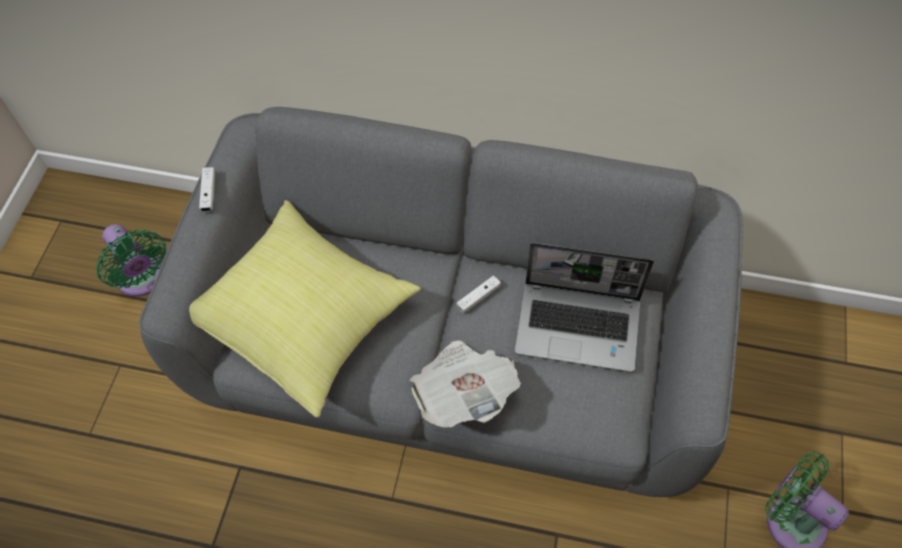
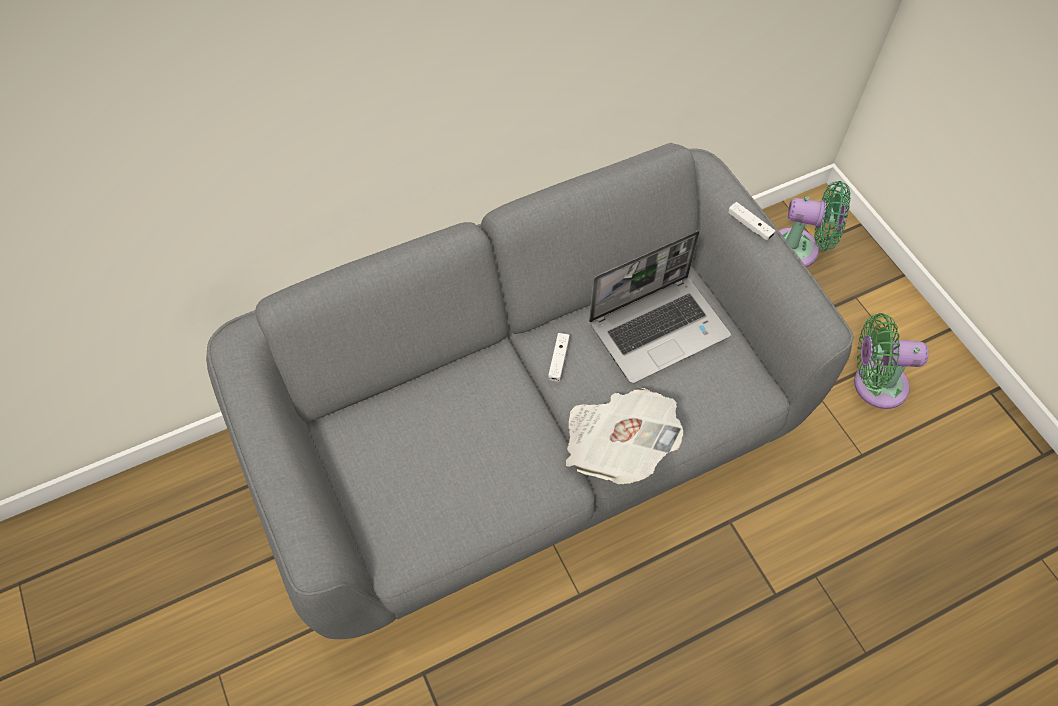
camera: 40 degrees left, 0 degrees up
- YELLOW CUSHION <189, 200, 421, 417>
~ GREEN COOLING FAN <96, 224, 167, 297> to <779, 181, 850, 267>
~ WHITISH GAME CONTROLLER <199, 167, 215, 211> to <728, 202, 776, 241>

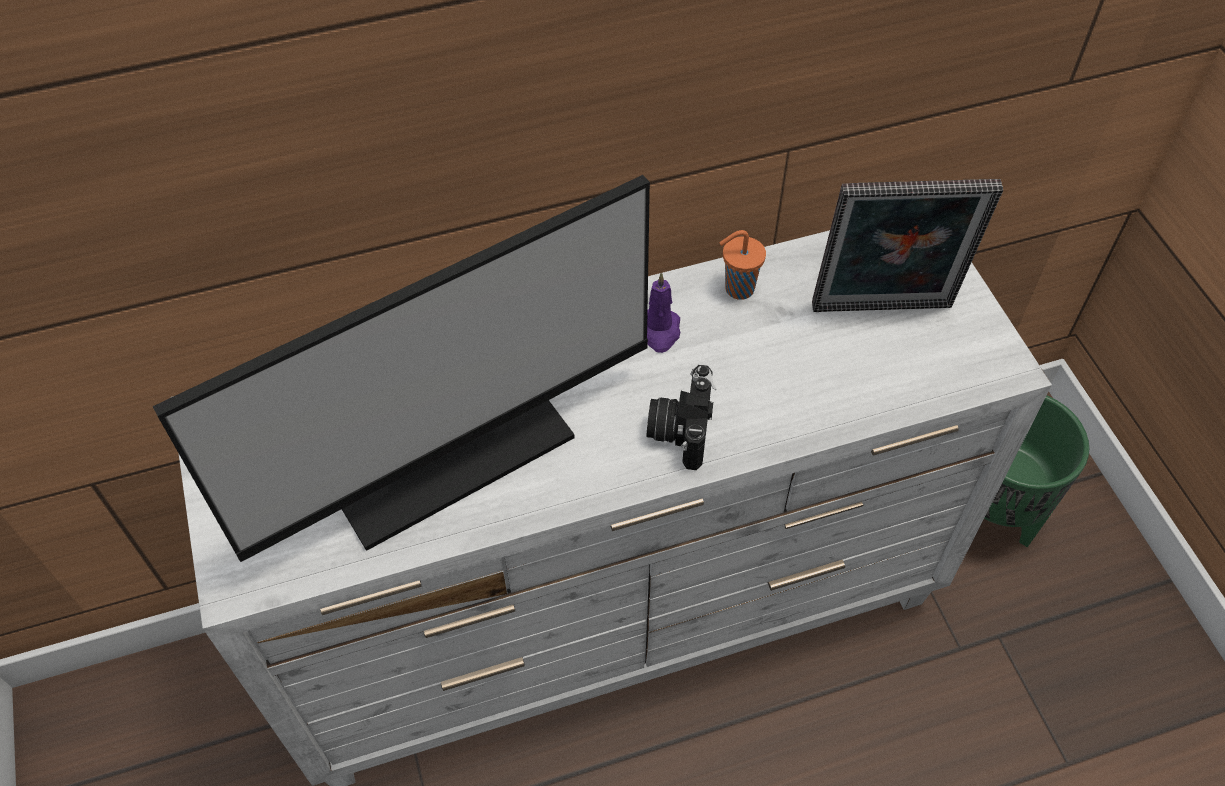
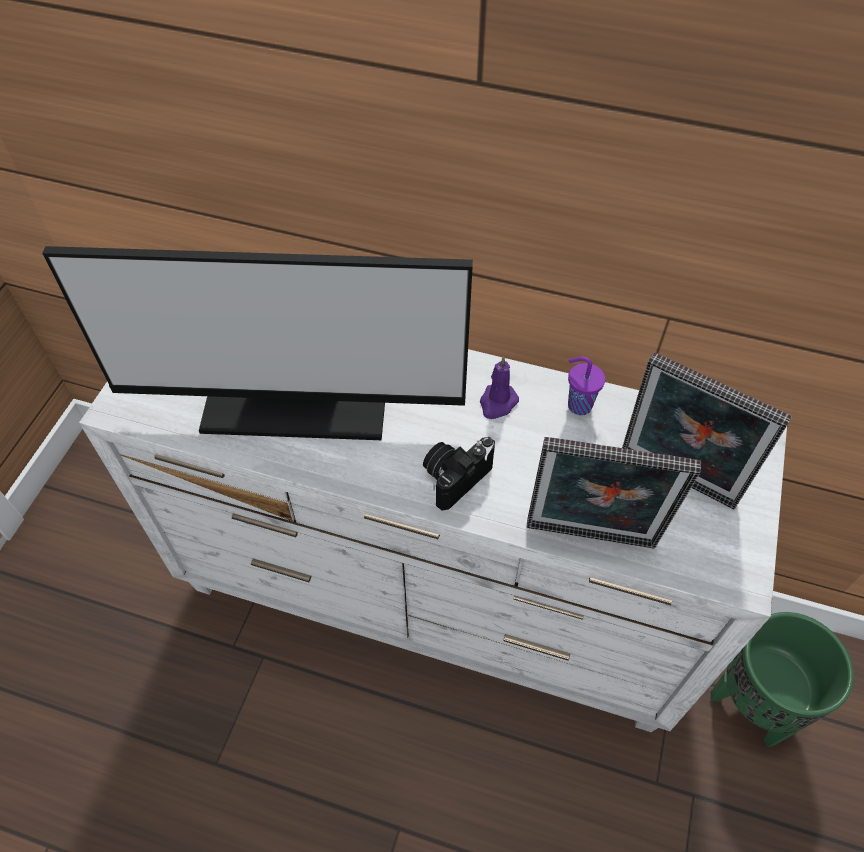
camera: 35 degrees right, 0 degrees up
+ PHOTO FRAME <527, 437, 701, 548>
~ ORANGE CUP <720, 230, 766, 300> to PURPLISH CUP <568, 357, 605, 415>

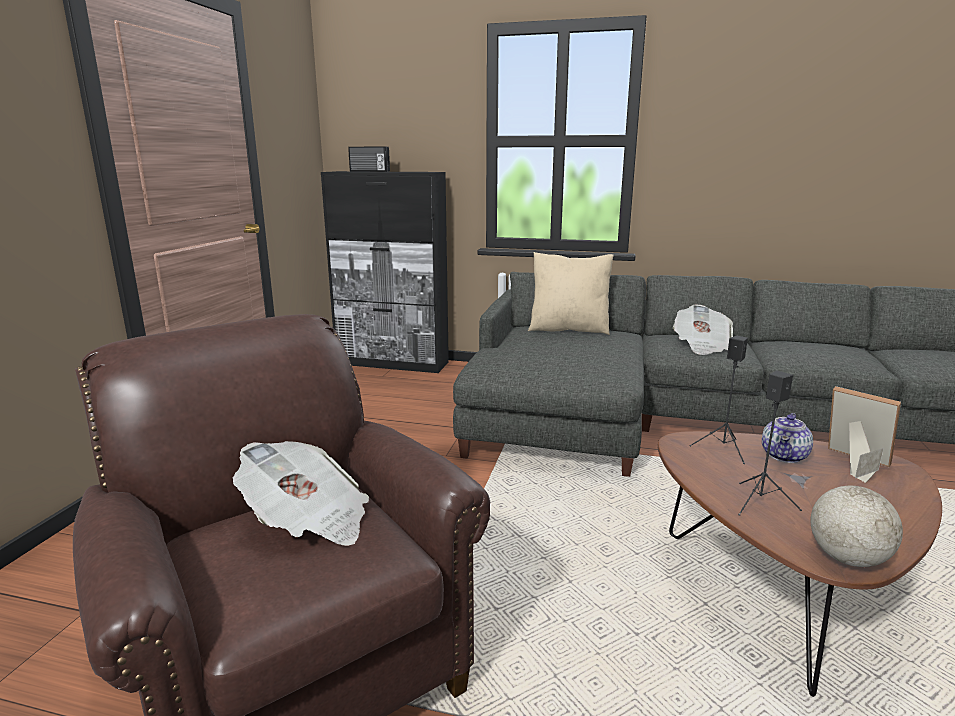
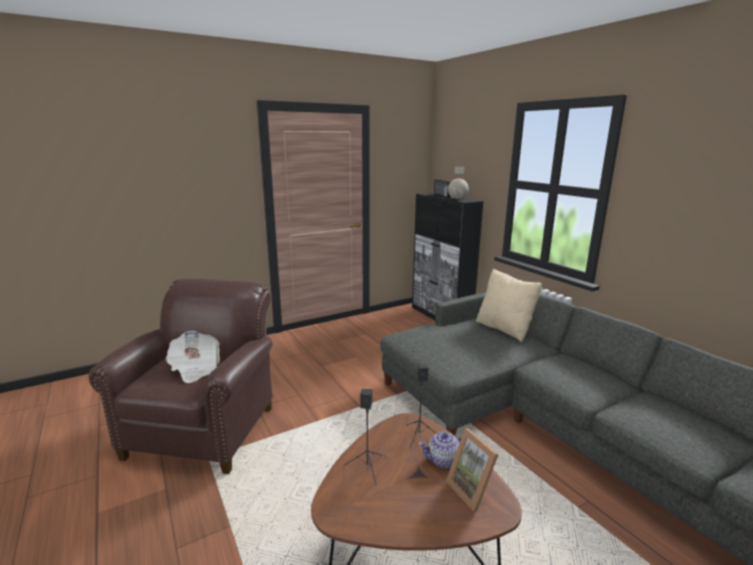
camera: 45 degrees right, 0 degrees up
- NEWSPAPER <673, 304, 733, 355>
~ DESK GLOBE <810, 448, 903, 567> to <448, 167, 469, 199>
~ PHOTO FRAME <828, 386, 901, 483> = <446, 428, 499, 511> 150 degrees clockwise

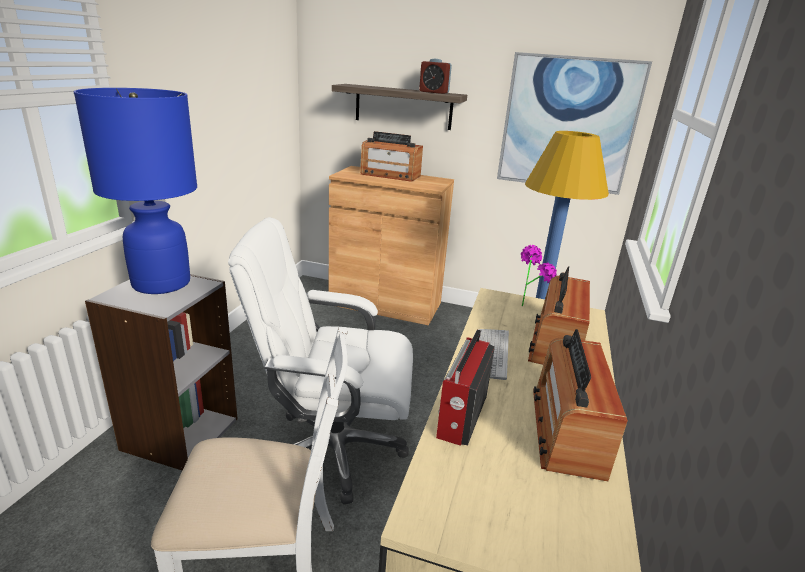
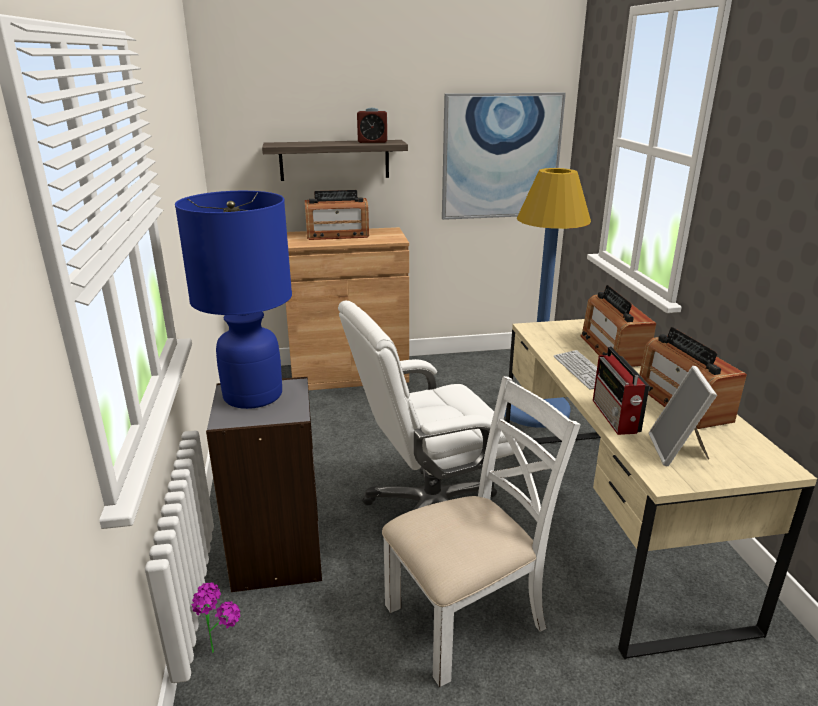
camera: 25 degrees left, 0 degrees up
+ PHOTO FRAME <649, 366, 717, 467>
~ PLANT IN A POT <521, 245, 557, 306> to <191, 582, 241, 653>

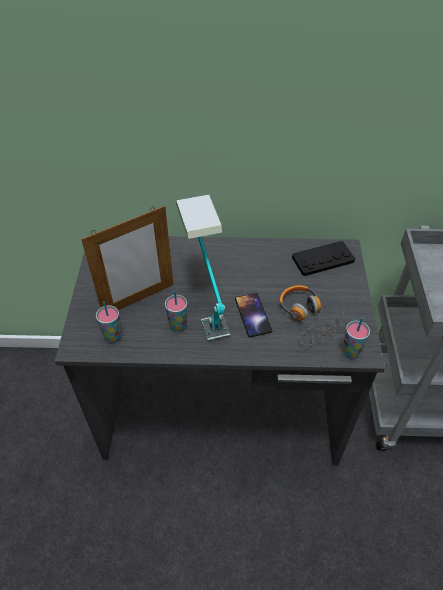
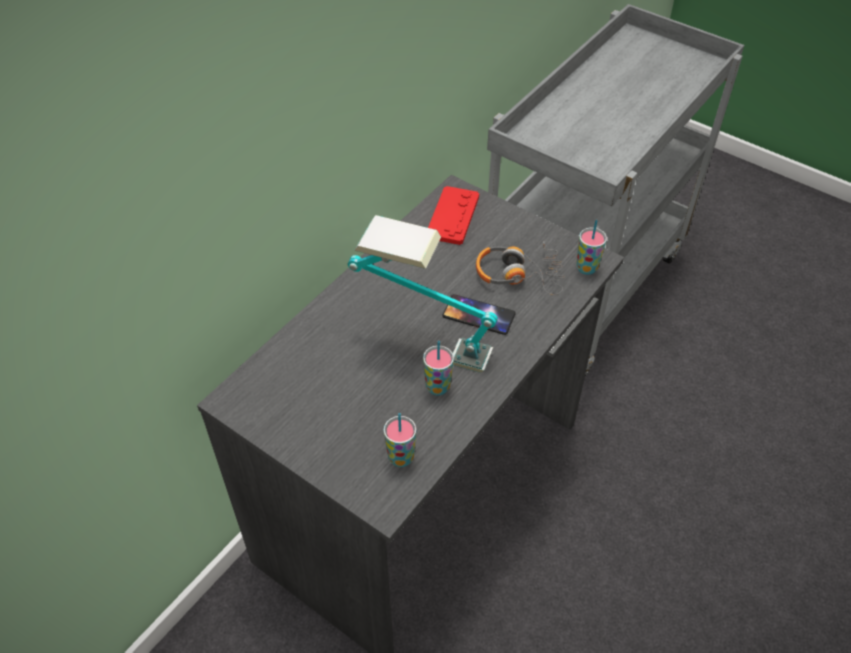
camera: 55 degrees left, 0 degrees up
- PHOTO FRAME <81, 205, 174, 310>
~ BLACK GAME CONTROLLER <292, 241, 355, 276> to RED GAME CONTROLLER <428, 186, 479, 245>

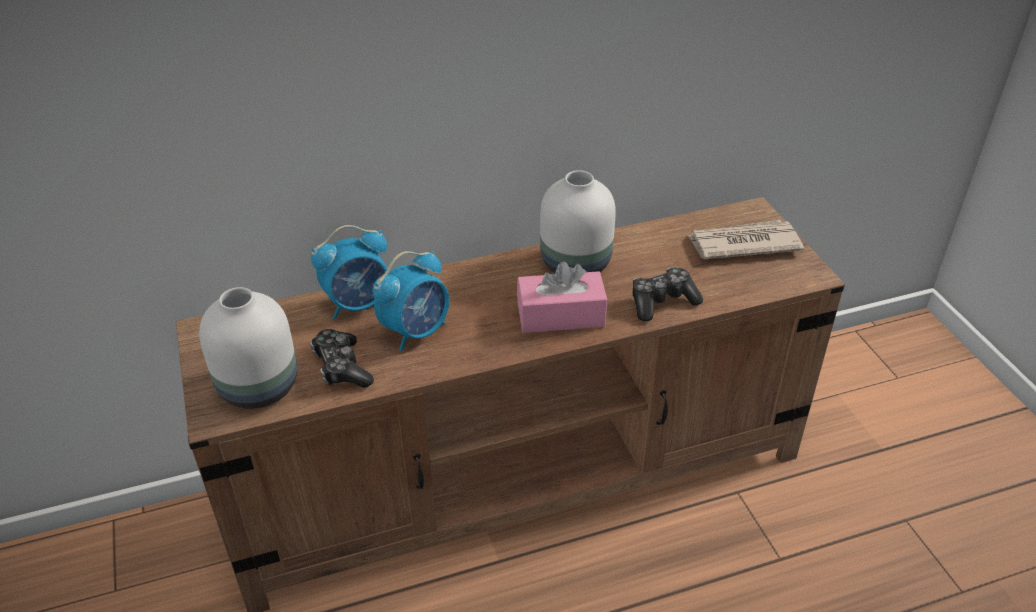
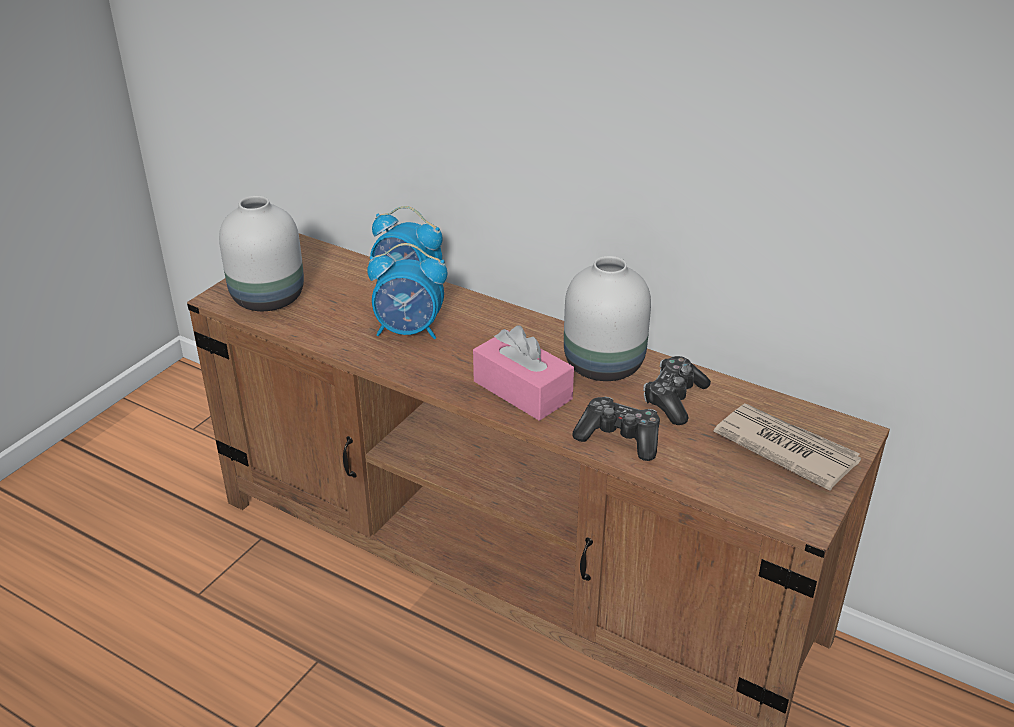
camera: 50 degrees right, 5 degrees down
~ GAME CONTROLLER <310, 329, 374, 388> to <643, 356, 711, 425>

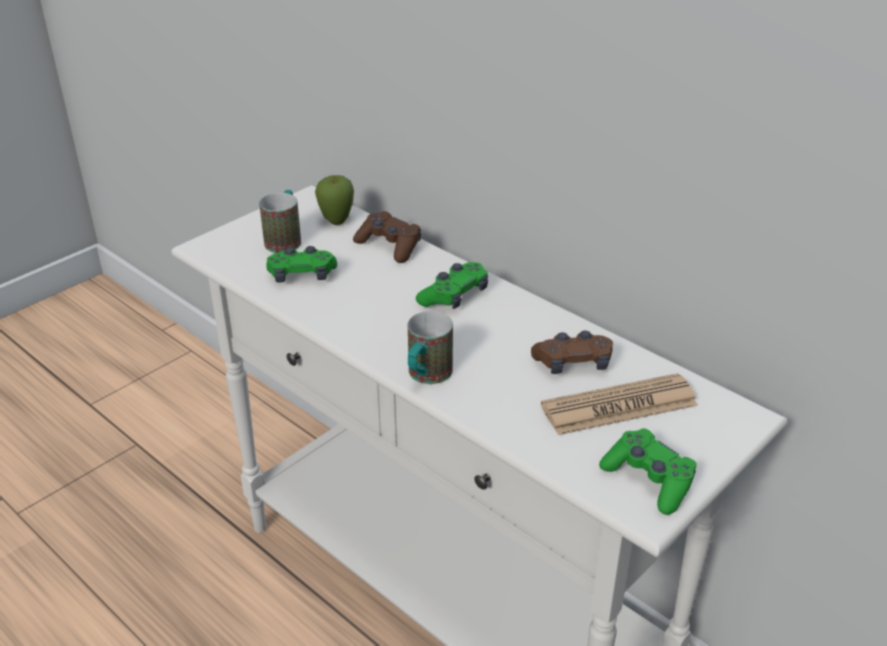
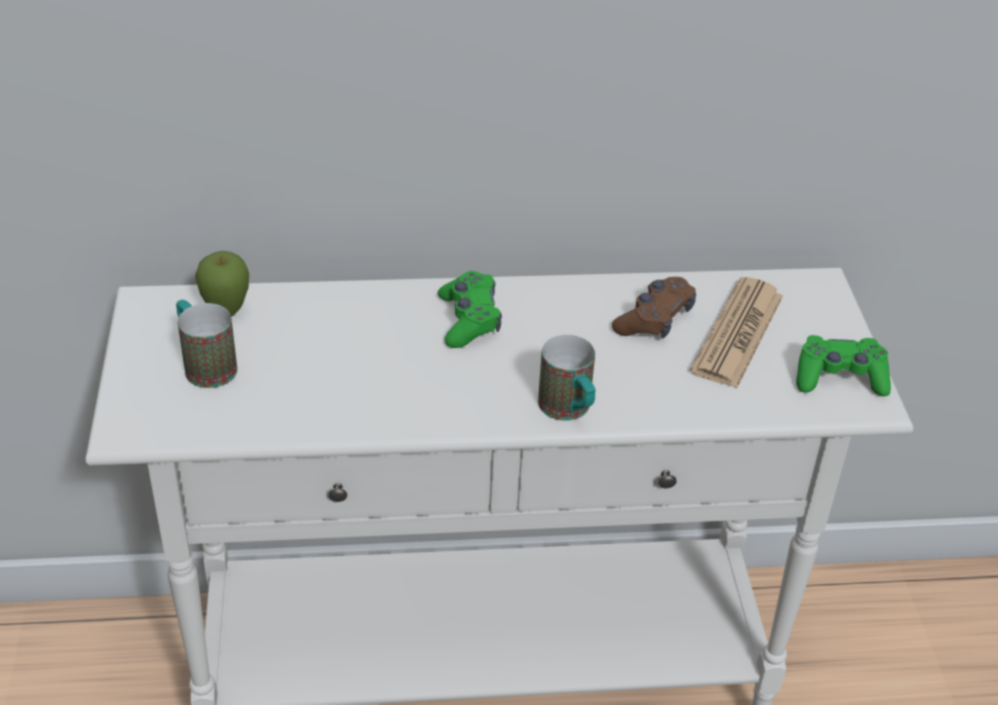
camera: 50 degrees left, 5 degrees up
- GREEN GAME CONTROLLER <266, 246, 337, 282>
- BROWN GAME CONTROLLER <353, 211, 421, 263>

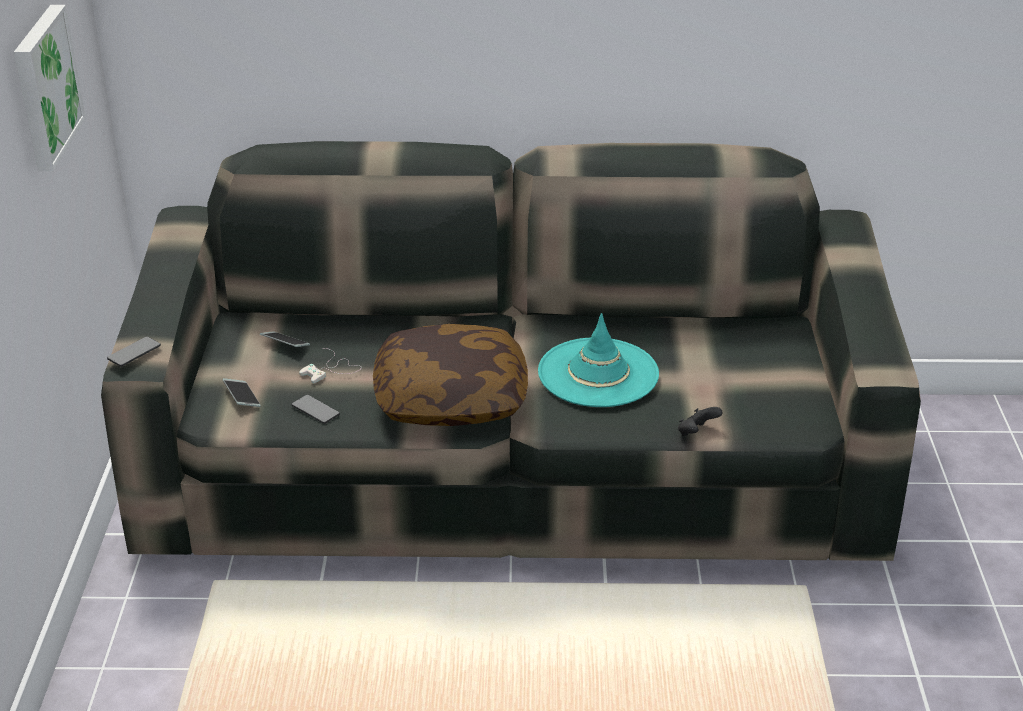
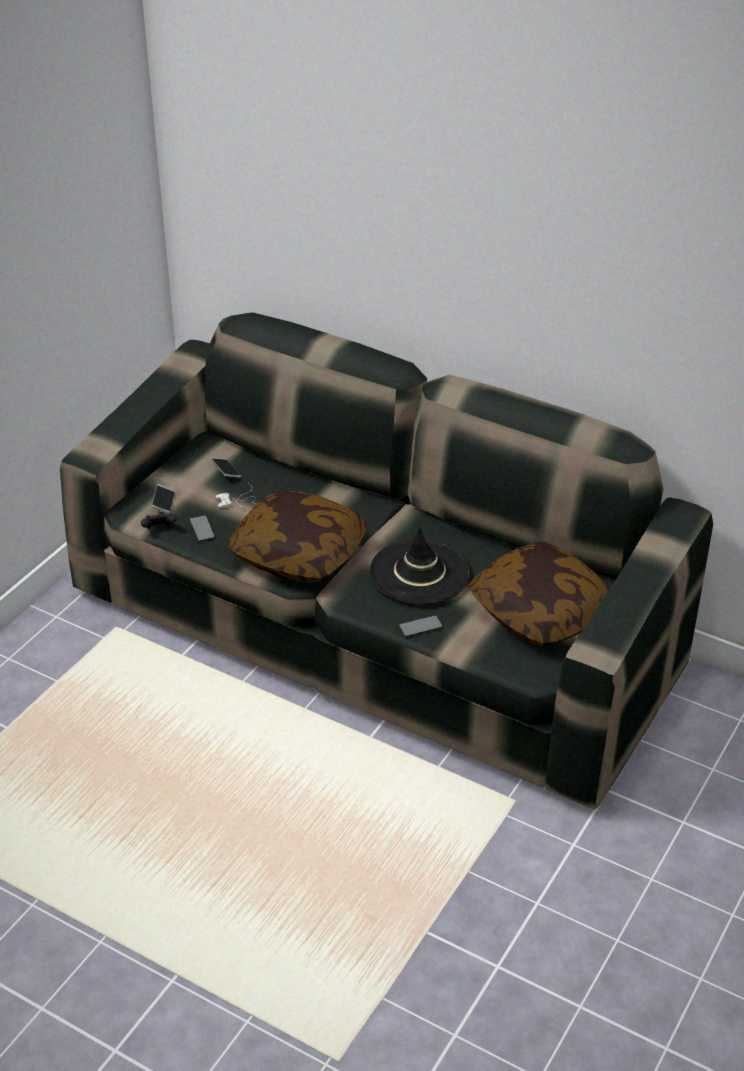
camera: 30 degrees right, 5 degrees up
- PICTURE <14, 5, 86, 171>
+ CUSHION <468, 542, 609, 647>
~ PHONE <107, 336, 161, 367> to <399, 615, 443, 637>
~ BLACK GAME CONTROLLER <678, 407, 723, 436> to <141, 512, 177, 529>
~ BLUE-GREEN WEARABLE HAT <538, 313, 659, 407> to BLACK WEARABLE HAT <370, 527, 470, 605>

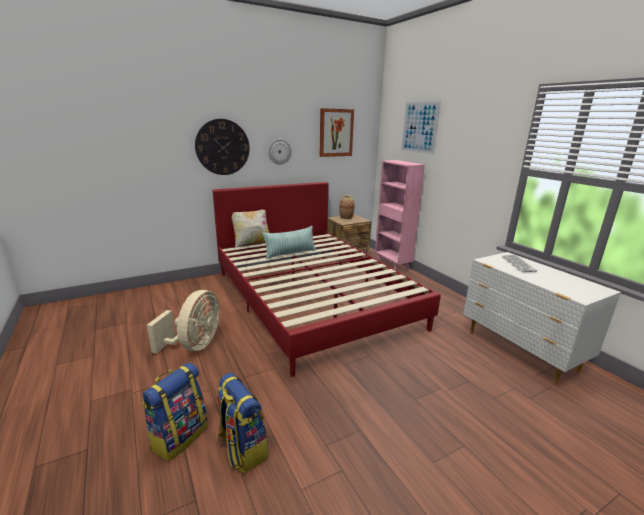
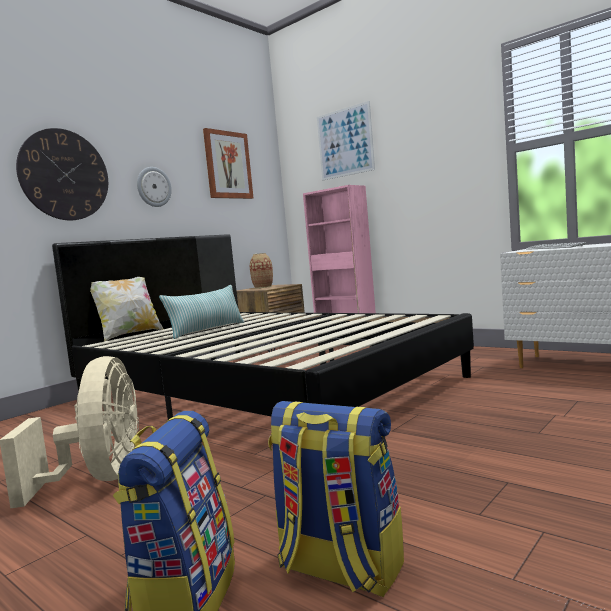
camera: 20 degrees left, 15 degrees down
~ RED SLEEPING BED <213, 182, 441, 377> to BLACK SLEEPING BED <52, 234, 474, 420>

